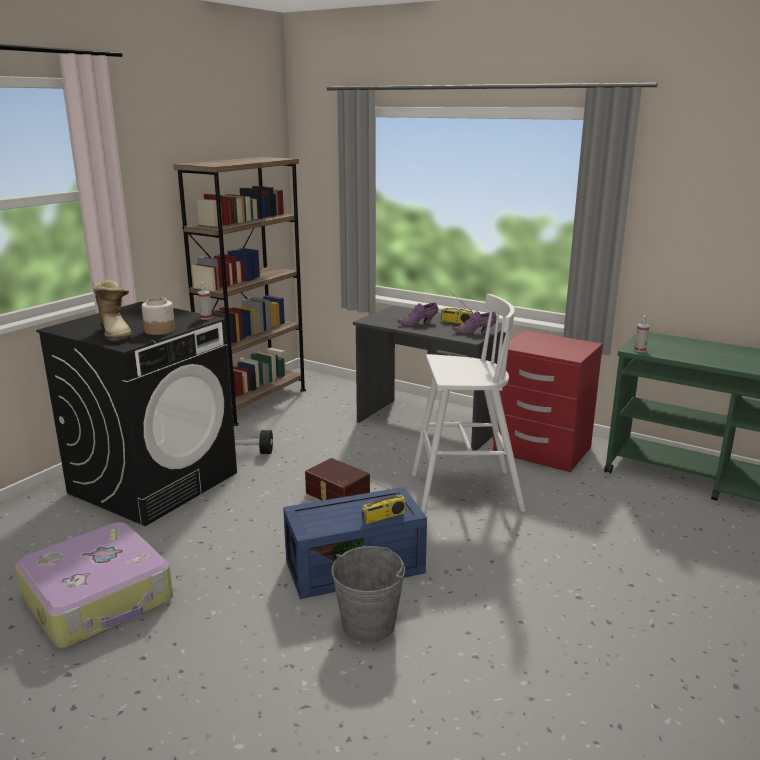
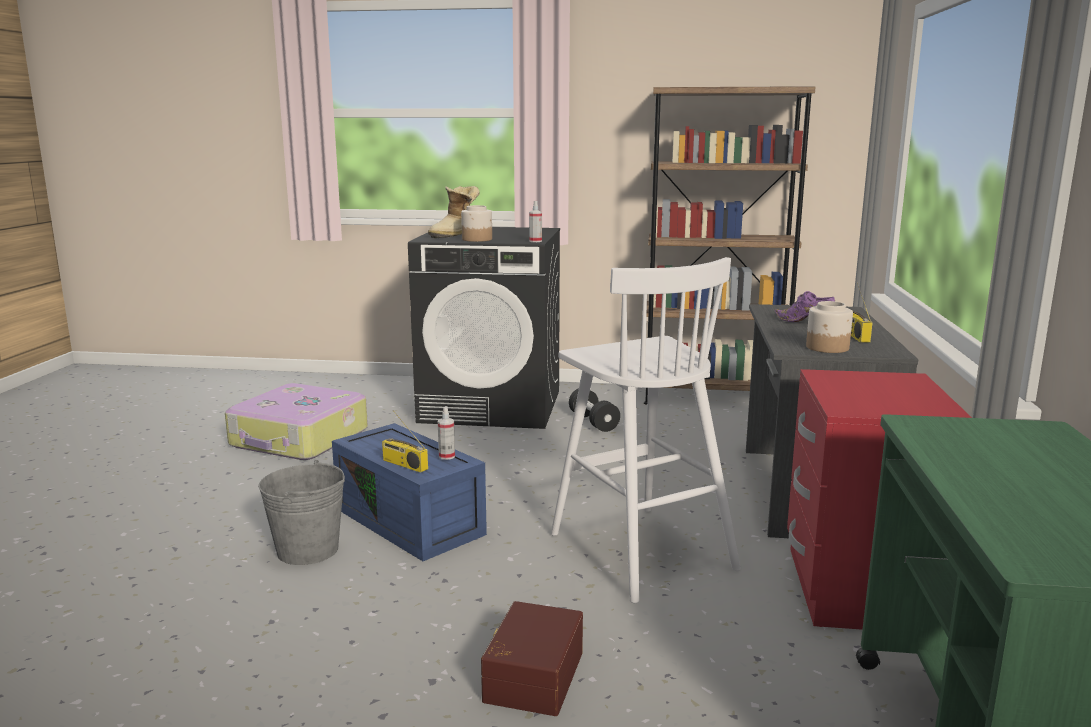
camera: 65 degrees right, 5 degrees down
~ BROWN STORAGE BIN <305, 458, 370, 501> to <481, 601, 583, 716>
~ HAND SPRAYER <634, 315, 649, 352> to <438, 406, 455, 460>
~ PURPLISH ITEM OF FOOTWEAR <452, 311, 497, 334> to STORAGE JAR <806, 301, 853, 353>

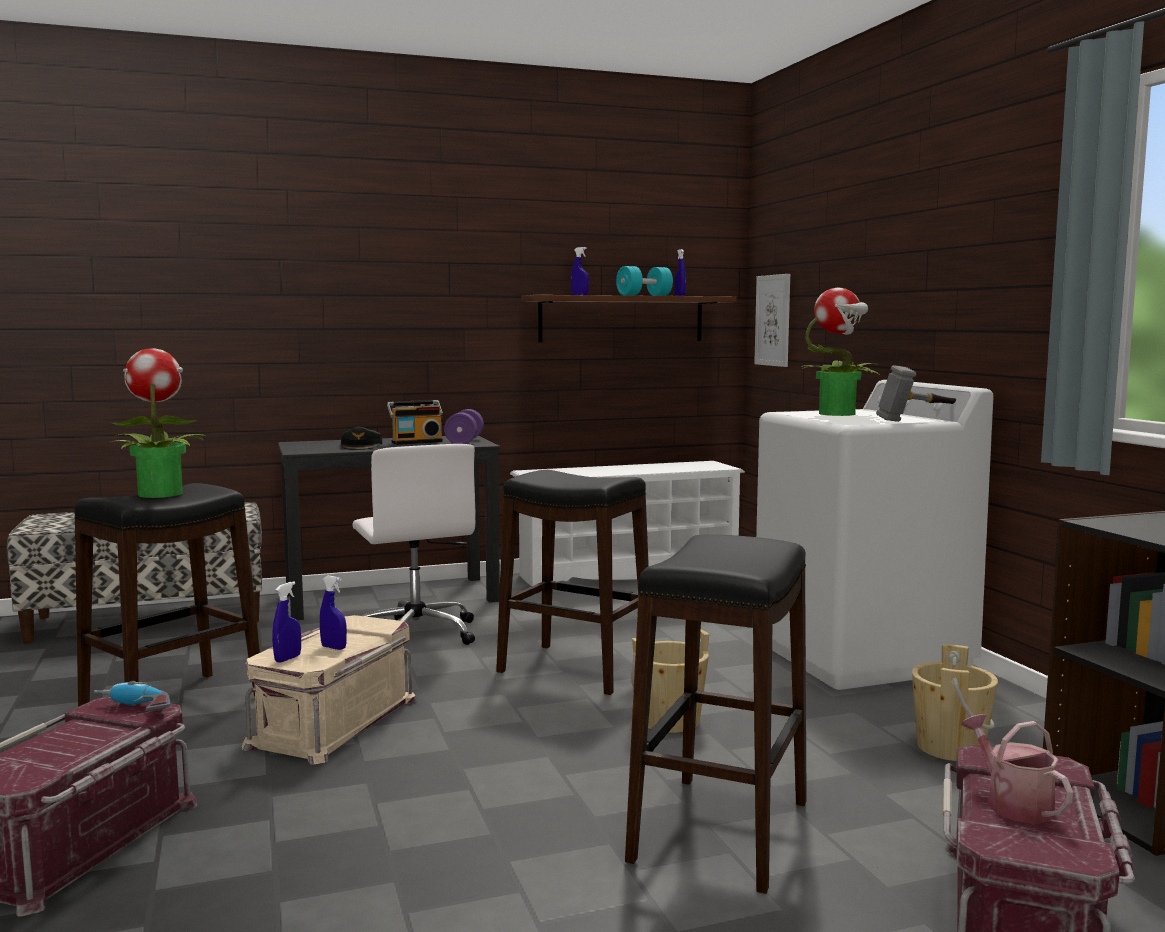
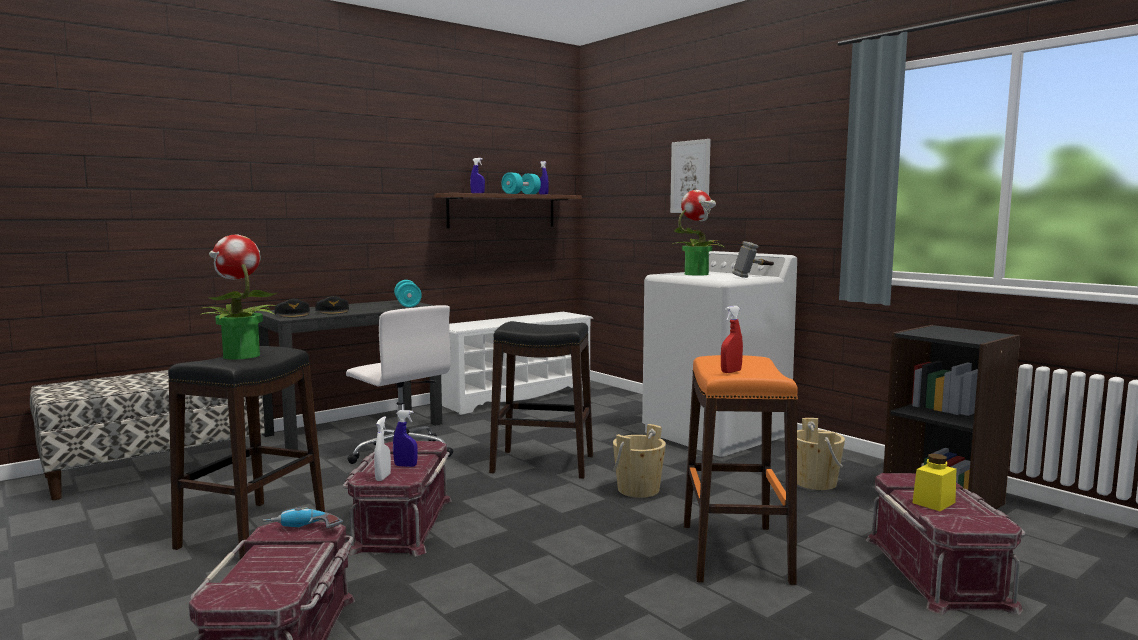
camera: 20 degrees left, 0 degrees up
- RADIO RECEIVER <387, 400, 443, 445>
+ BLACK PEAKED CAP <274, 299, 310, 318>
+ RED HAND SPRAYER <721, 306, 743, 373>
~ PICTURE <754, 274, 790, 367> to <670, 139, 711, 213>
~ WATERING CAN <961, 714, 1073, 824> to YELLOW STORAGE JAR <912, 454, 956, 511>
~ SAND-COLOURED STORAGE BIN <242, 615, 418, 765> to RED STORAGE BIN <343, 441, 452, 556>
~ BLUE HAND SPRAYER <272, 581, 301, 663> to WHITISH HAND SPRAYER <374, 416, 391, 481>
~ PURPLISH DUMBBELL <444, 409, 484, 444> to BLUE-GREEN DUMBBELL <394, 280, 422, 307>
~ BLACK SITTING STOOL <625, 534, 807, 894> to ORANGE SITTING STOOL <684, 355, 798, 585>

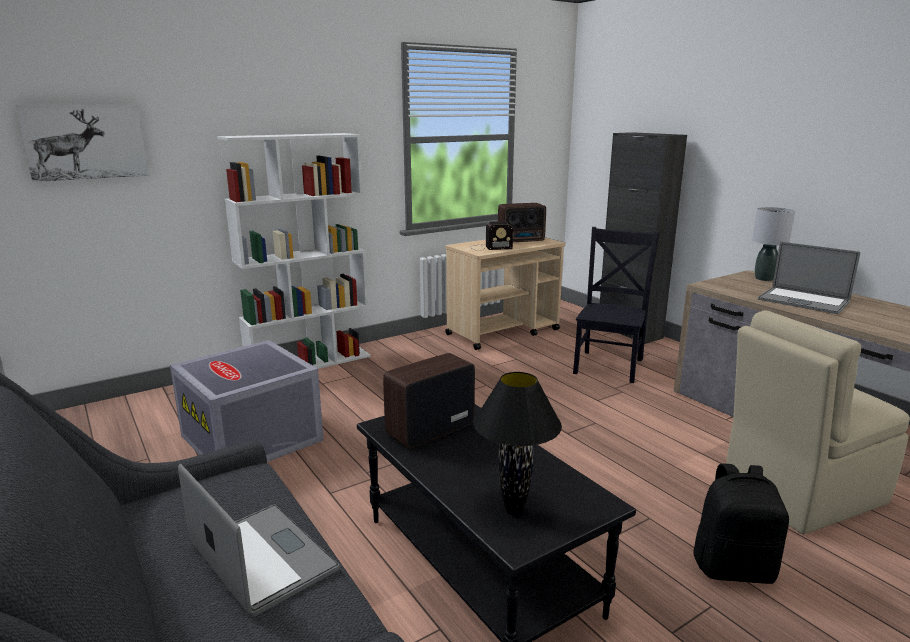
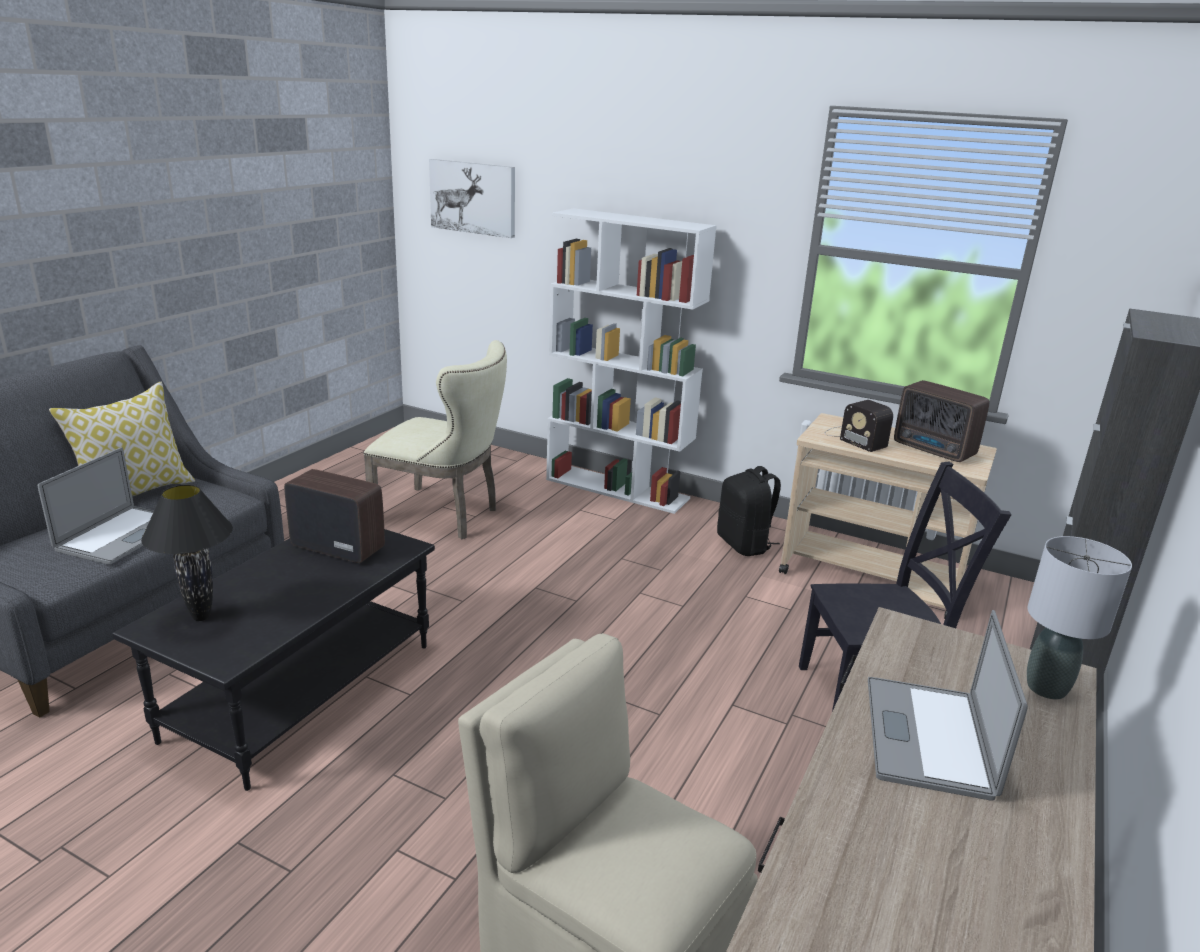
camera: 60 degrees right, 5 degrees up
+ CUSHION <49, 382, 195, 496>
~ BLACK KNAPSACK <693, 464, 789, 584> to <717, 466, 781, 556>
~ GREYISH STORAGE BIN <170, 340, 324, 462> to SAND-COLOURED UPRIGHT CHAIR <364, 340, 507, 539>

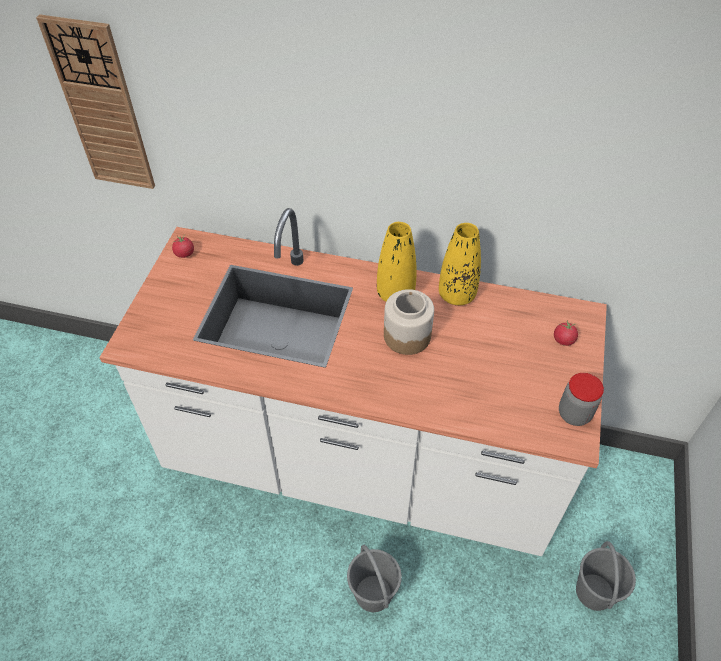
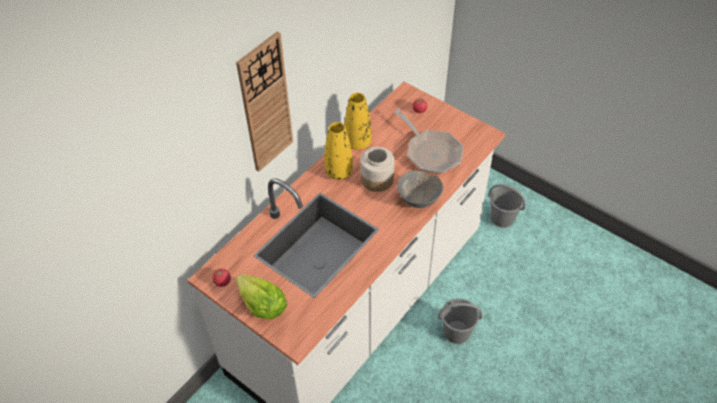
camera: 65 degrees left, 0 degrees up
- STORAGE JAR <559, 373, 604, 426>
+ HEAD OF LETTUCE <236, 274, 287, 319>
+ SKILLET <394, 109, 463, 174>
+ GREYISH SERVING BOWL <397, 170, 443, 208>
~ CLOCK ON THE WALL <36, 14, 155, 189> to <236, 31, 293, 172>

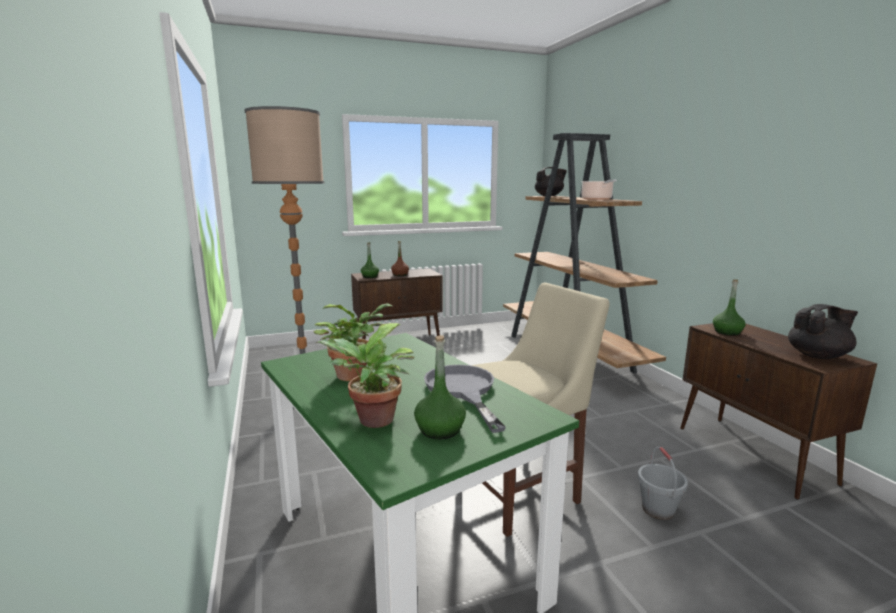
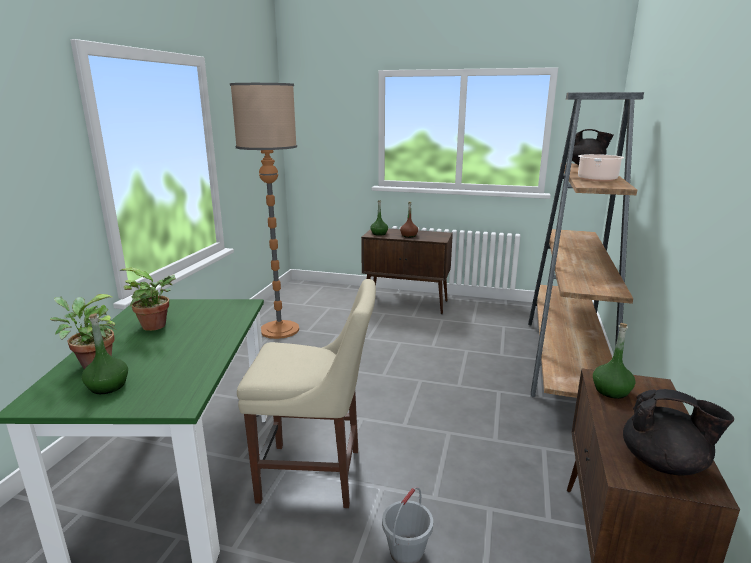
camera: 35 degrees right, 5 degrees up
- GREYISH SKILLET <424, 365, 506, 433>

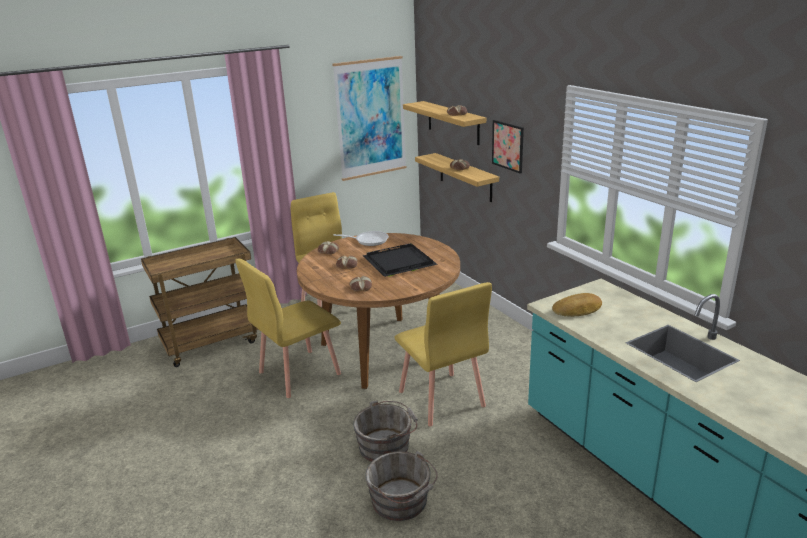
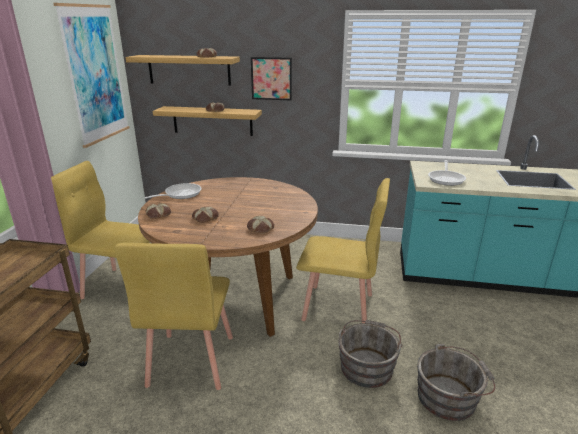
camera: 50 degrees left, 0 degrees up
- BLACK CARRYING TRAY <363, 243, 438, 277>
~ BAKED BREAD <552, 293, 602, 317> to SKILLET <428, 160, 466, 186>

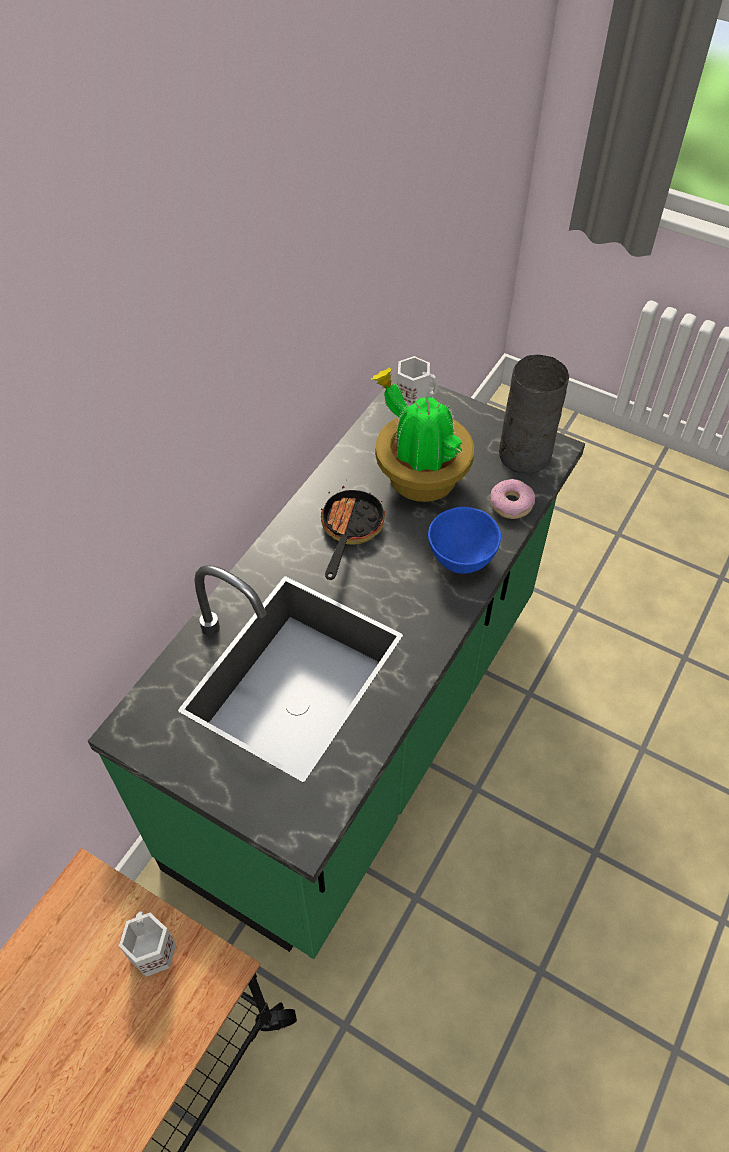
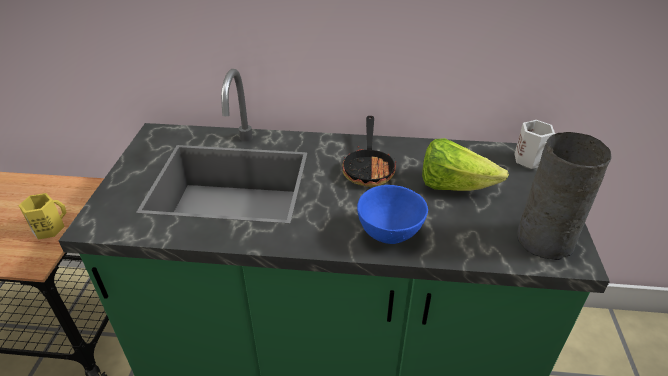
camera: 65 degrees right, 15 degrees down
- DOUGHNUT <490, 479, 535, 519>
~ PLANT IN A POT <371, 368, 474, 502> to HEAD OF LETTUCE <422, 138, 509, 191>
~ WHITISH MUG <119, 911, 176, 977> to YELLOW MUG <18, 193, 66, 239>
~ SKILLET <321, 486, 385, 580> = <343, 116, 397, 187> 105 degrees clockwise

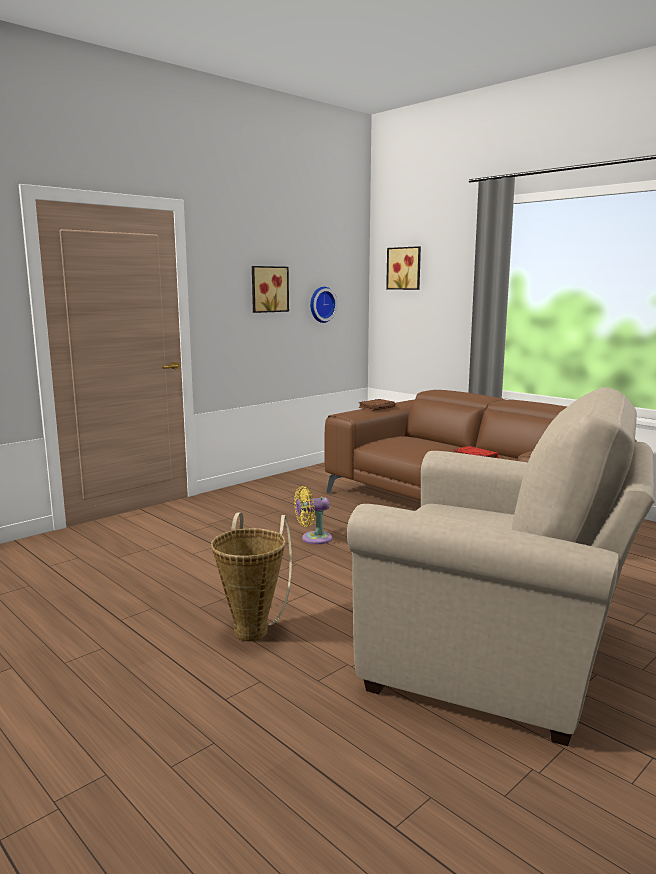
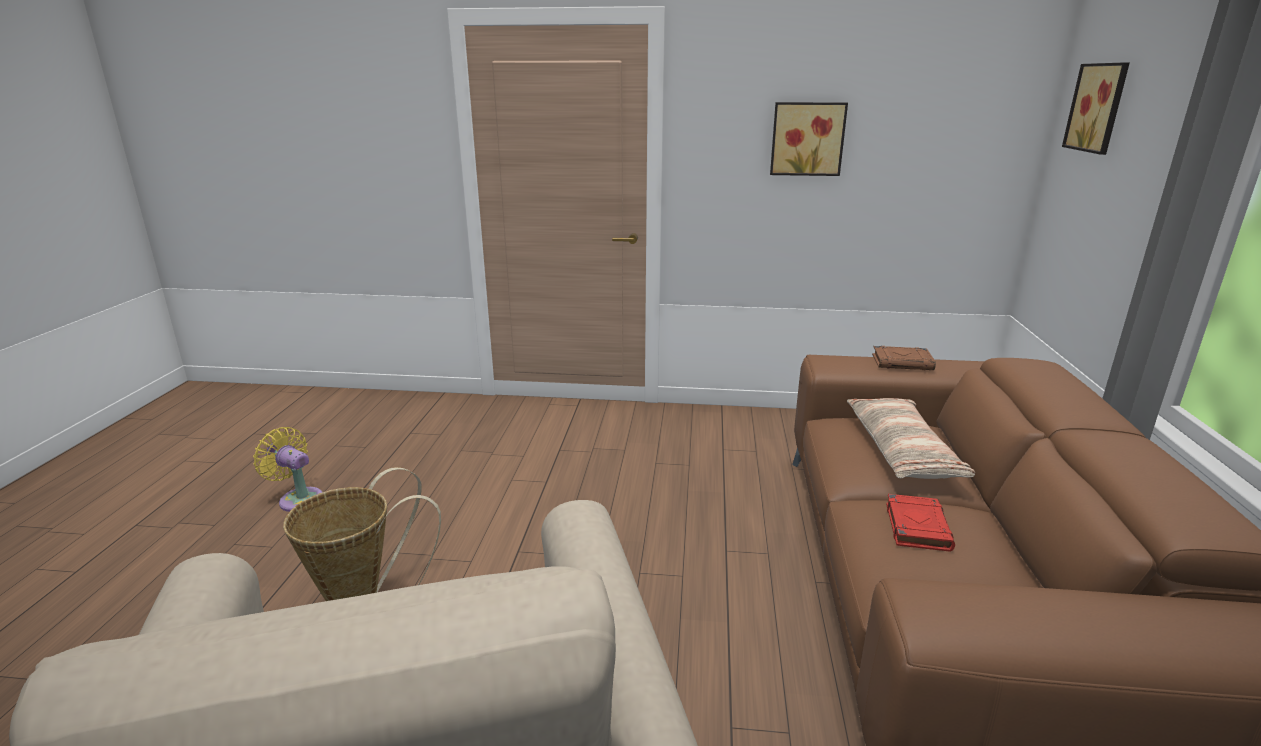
camera: 50 degrees right, 10 degrees up
- CLOCK ON THE WALL <310, 287, 338, 323>
+ CUSHION <847, 398, 975, 479>
~ YELLOW COOLING FAN <294, 486, 332, 544> to <253, 427, 322, 512>

